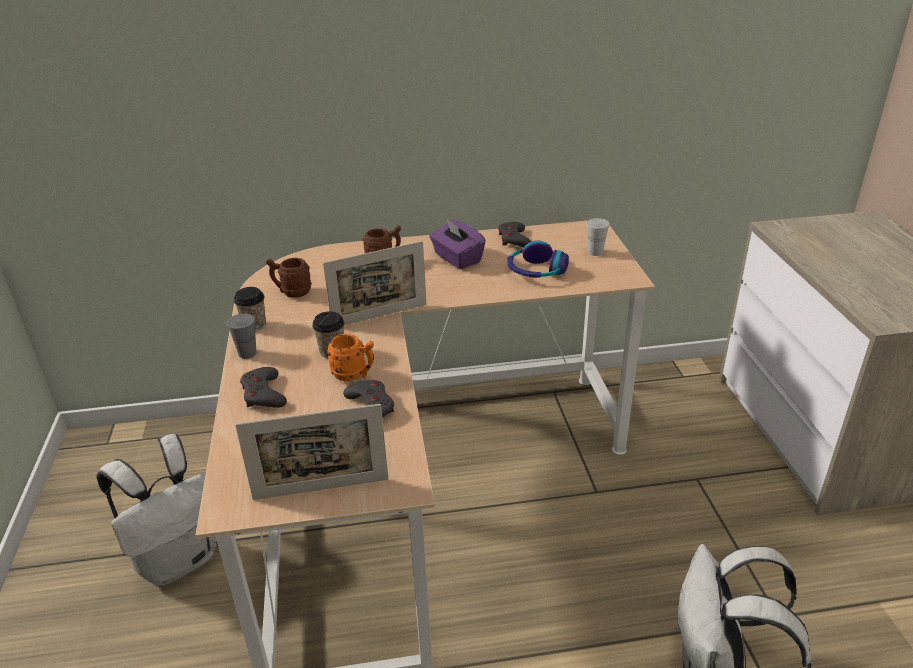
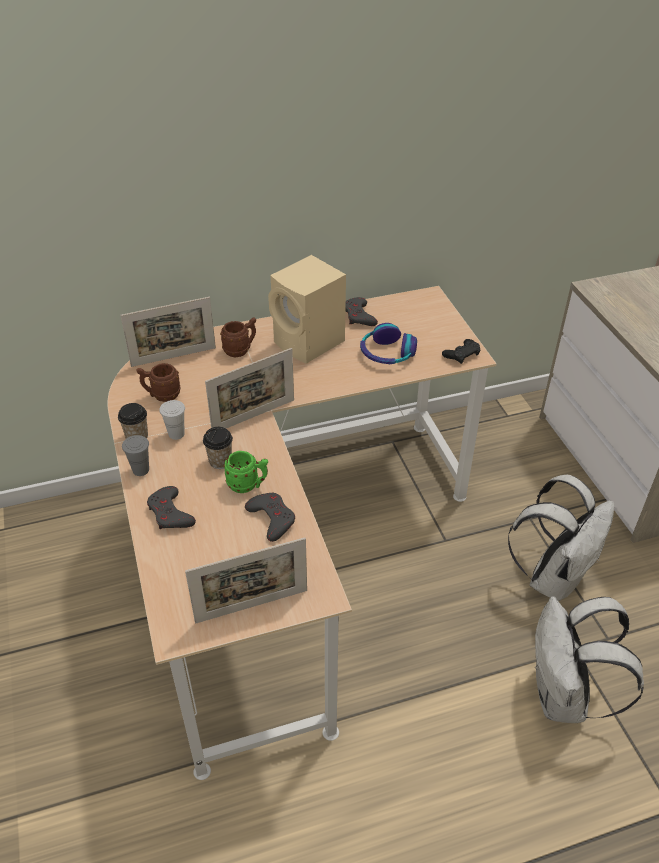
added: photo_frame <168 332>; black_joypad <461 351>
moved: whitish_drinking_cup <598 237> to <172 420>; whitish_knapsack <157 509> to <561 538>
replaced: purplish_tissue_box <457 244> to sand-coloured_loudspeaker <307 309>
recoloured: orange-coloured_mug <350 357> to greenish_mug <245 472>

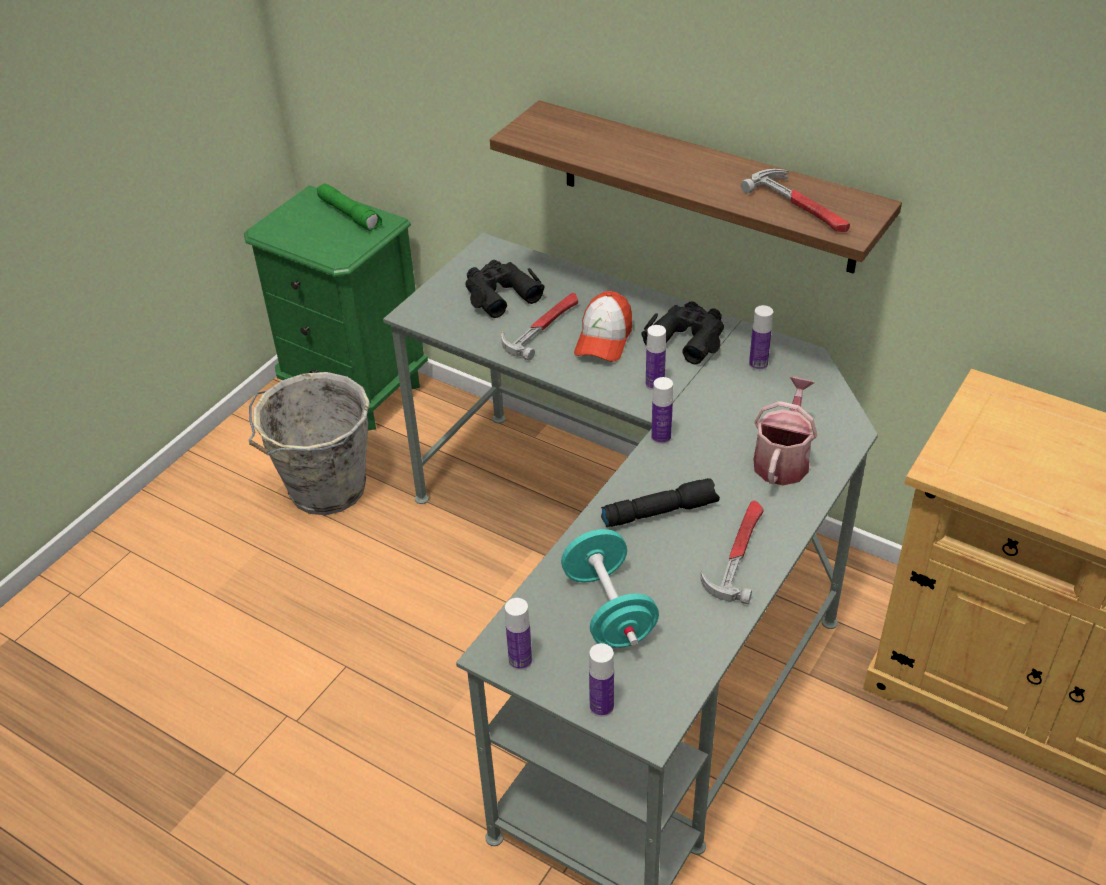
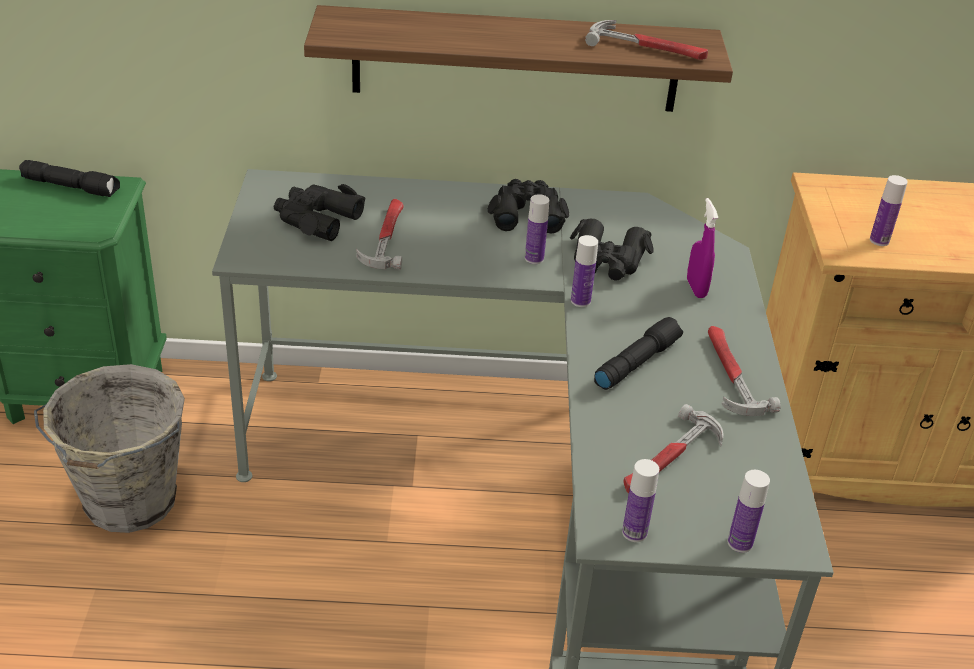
removed: baseball_cap <603 326>
added: black_pair_of_binoculars <612 250>
moved: beverage_bottle <761 338> to <888 210>
replaced: watering_can <785 431> to purplish_spray_bottle <702 248>; turquoise-coloured_dumbbell <610 588> to hammer <674 448>
recoloured: greenish_torch <349 207> to black_torch <69 178>

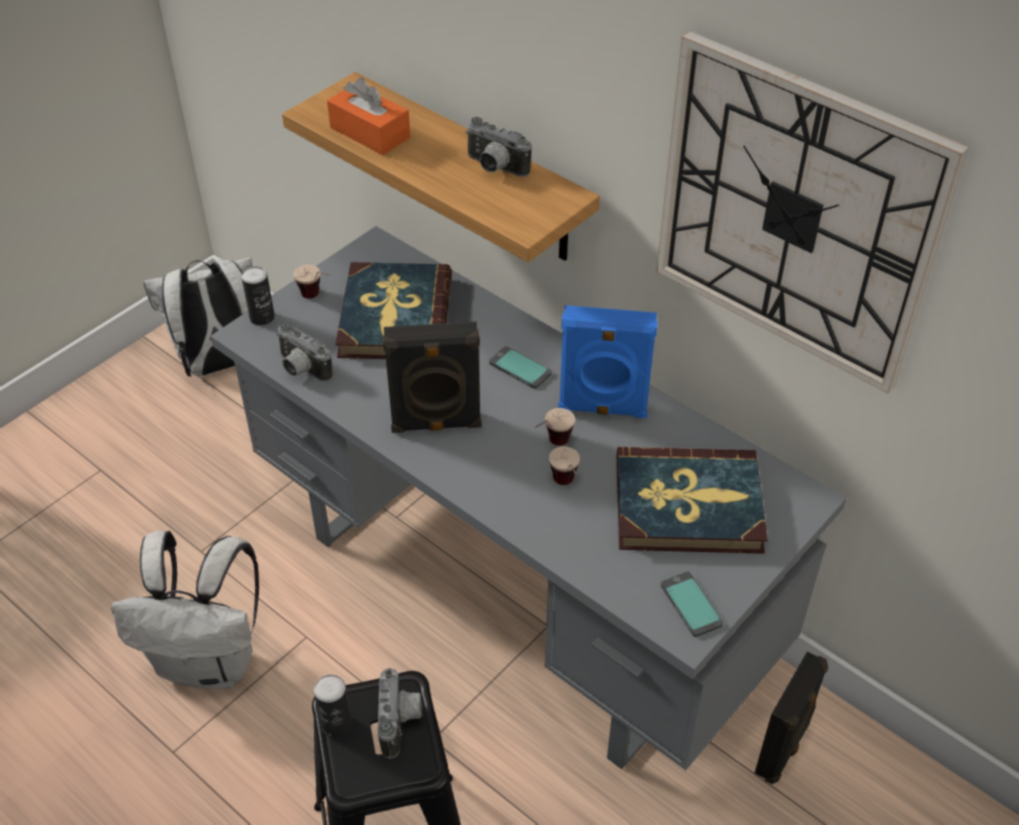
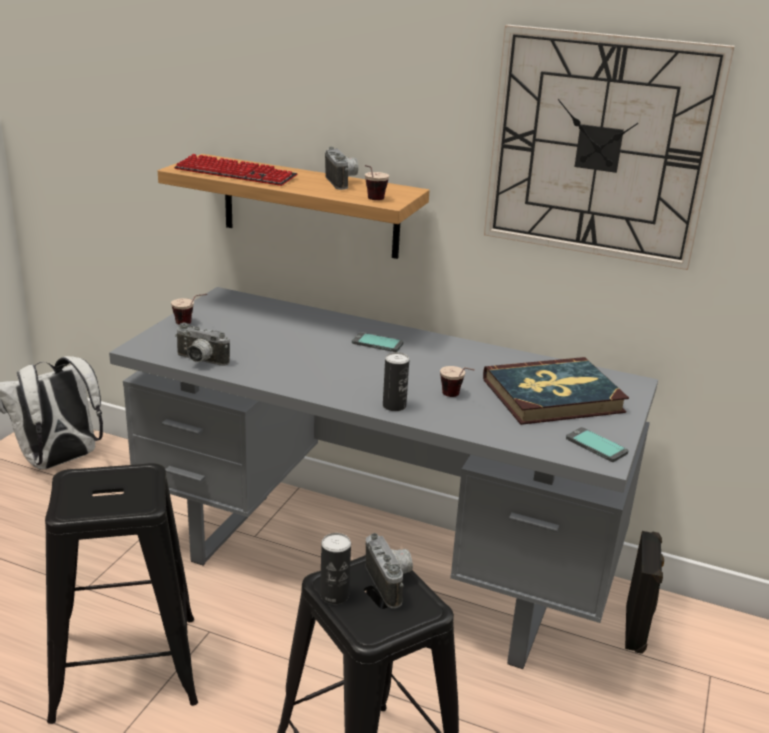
removed: bound_book <393 310>; blue-coloured_loudspeaker <608 361>; black_loudspeaker <432 377>
moved: metal_can <258 296> to <396 381>; drinking_cup <554 427> to <377 182>
replaced: orange-coloured_tissue_box <368 116> to PC_keyboard <236 170>; whitish_knapsack <185 610> to black_sitting_stool <121 593>
turned: still_camera <498 147> = <341 168> 120 degrees counterclockwise

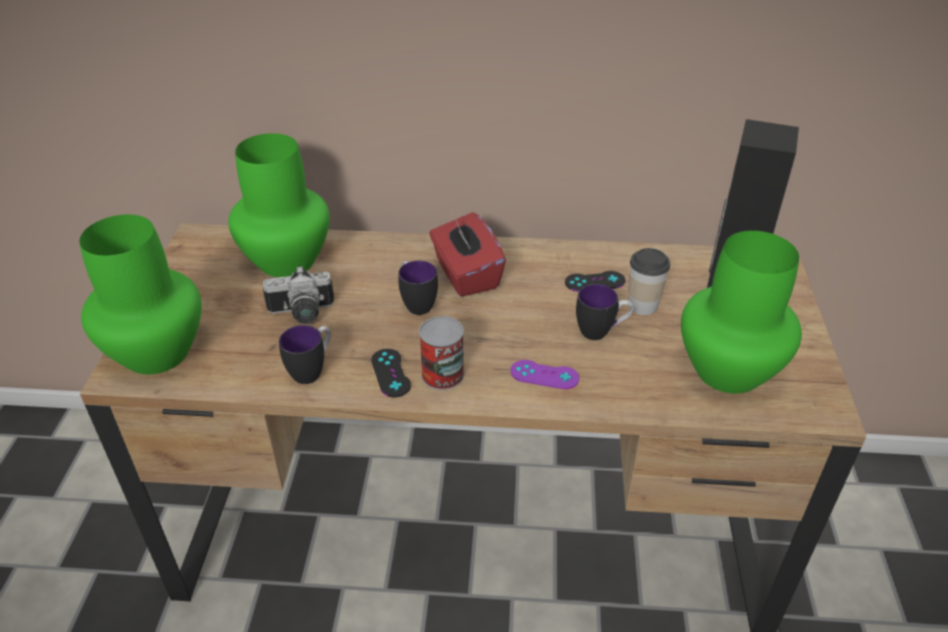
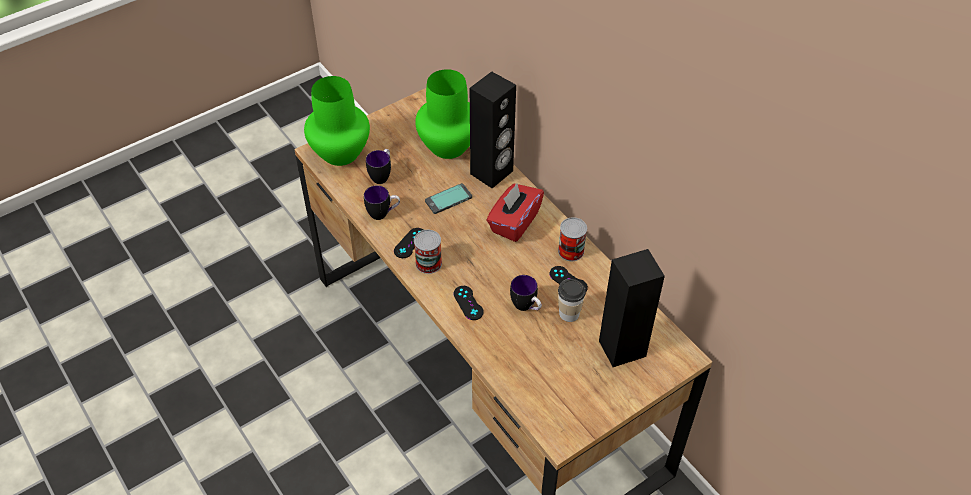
removed: greenish_vase <741 312>; still_camera <298 295>
added: black_loudspeaker <493 129>; phone <448 198>; metal_can <572 239>
moved: mug <418 288> to <378 166>
recoloured: purplish_joypad <545 374> to black_joypad <469 303>

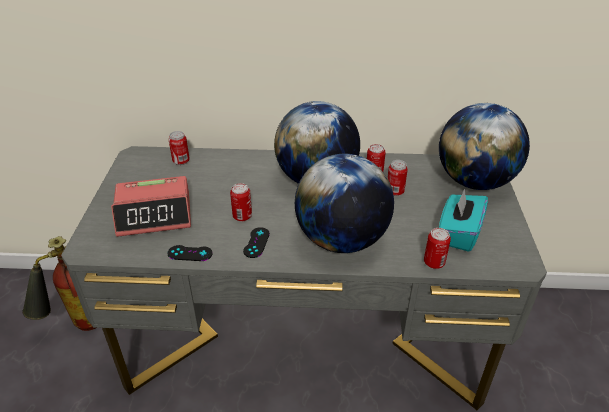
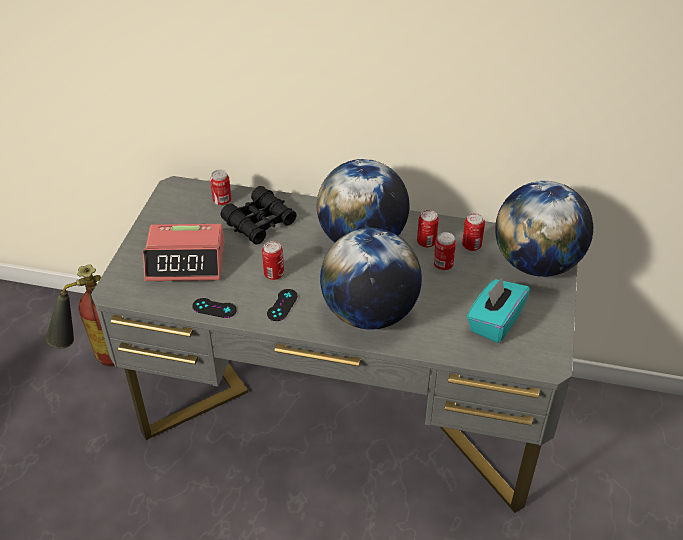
added: black_pair_of_binoculars <258 215>
moved: metal_can <437 248> to <473 232>

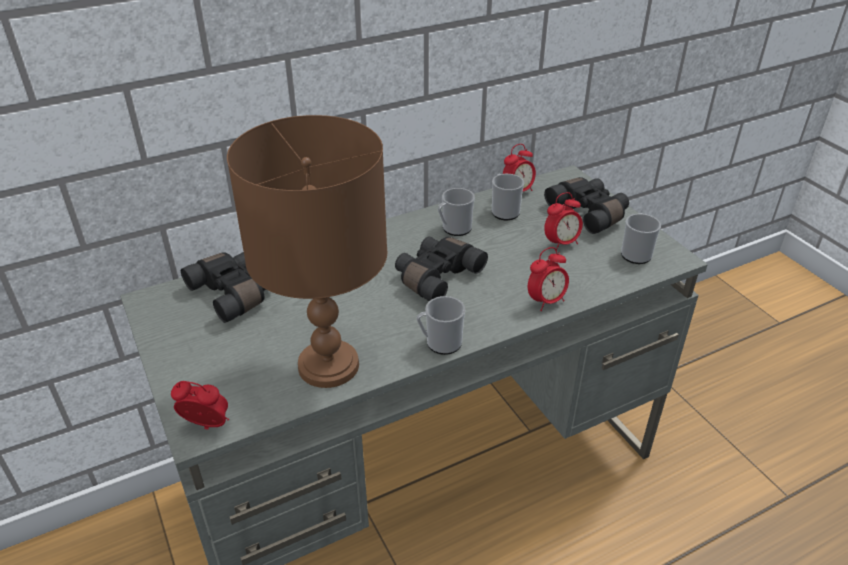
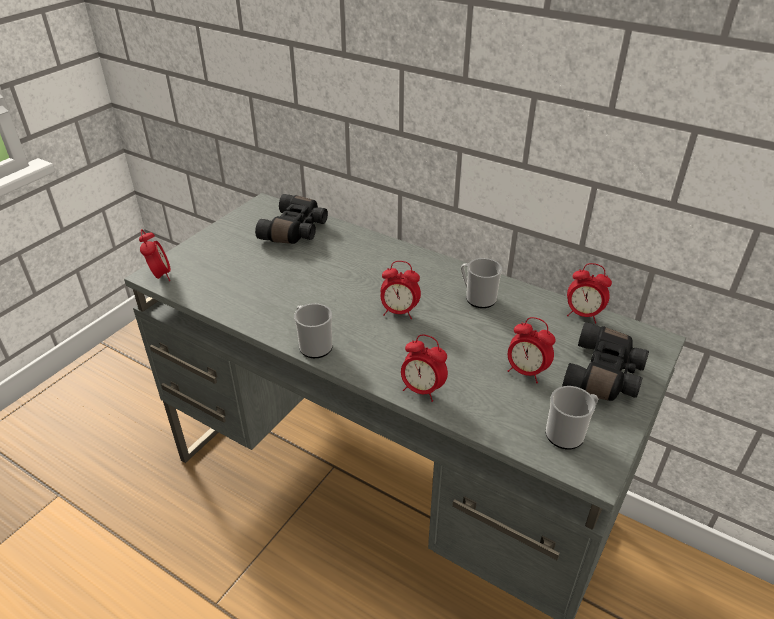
removed: brown-coloured_lamp_for_a_table <307 251>; mug <508 197>
replaced: black_pair_of_binoculars <441 269> to table_clock <401 290>

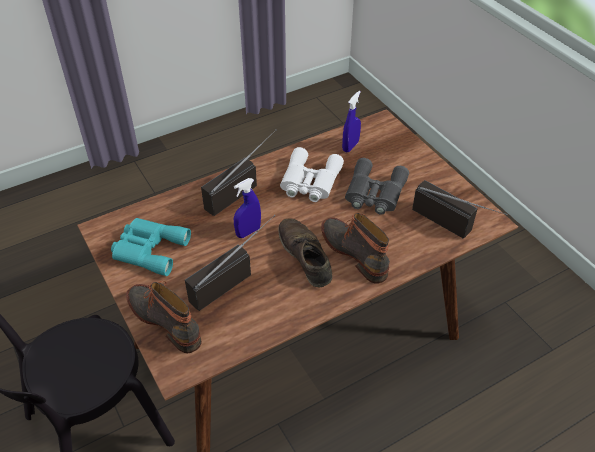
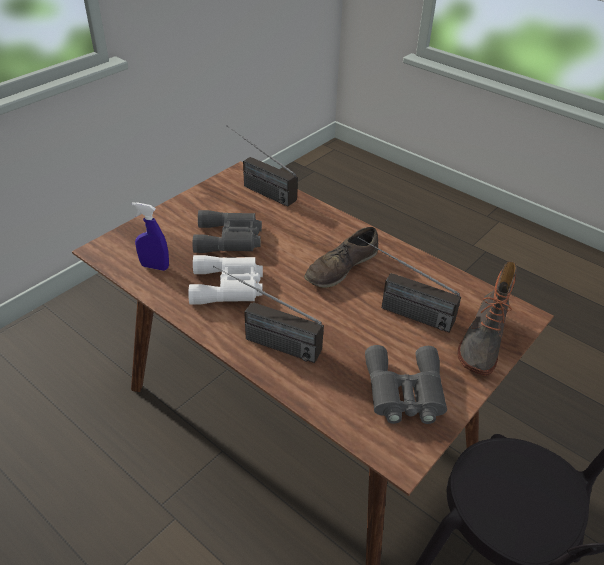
removed: blue-coloured_spray_bottle <247 208>; high-top_boot <355 248>
recoloured: turquoise-coloured_pair_of_binoculars <151 247> to gray_pair_of_binoculars <406 384>
turned: radio_receiver <460 209> = <262 166> 75 degrees counterclockwise

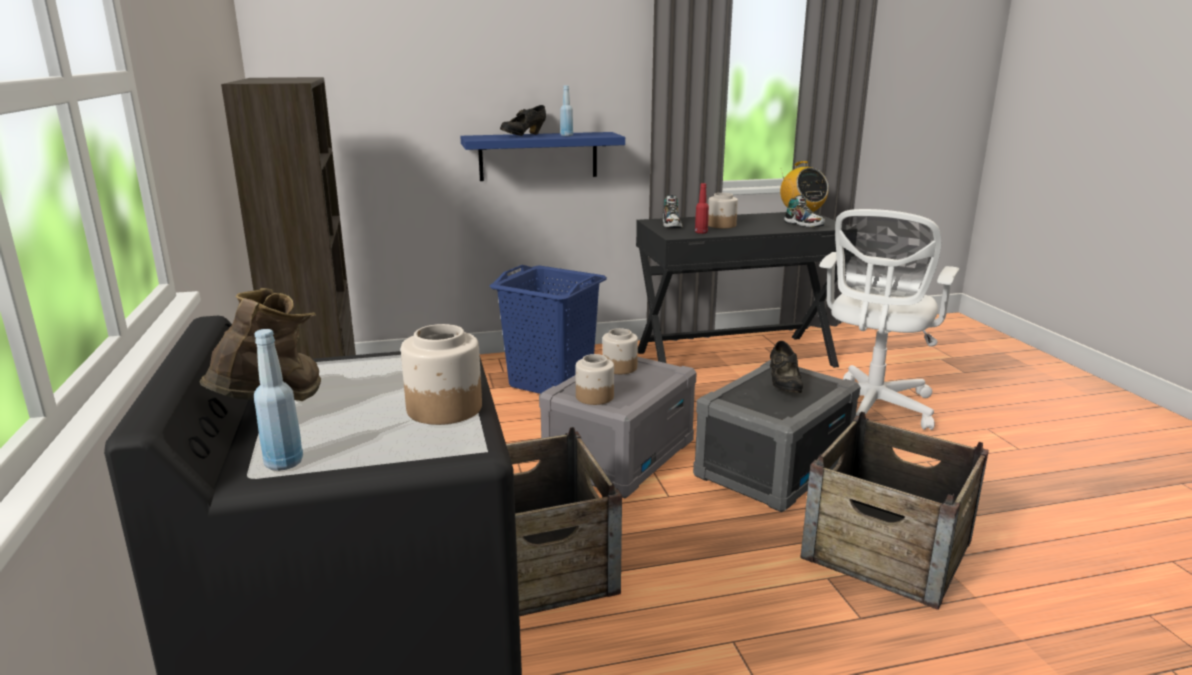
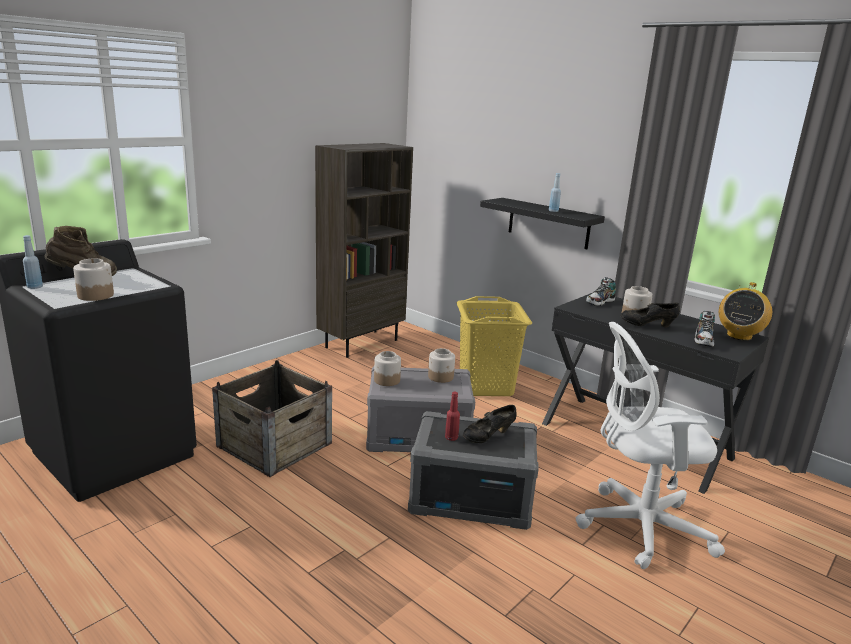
removed: crate <894 511>
moved: black_item_of_footwear <523 120> to <650 315>; red-coloured_beverage_bottle <702 208> to <452 416>
recoloured: blue-coloured_shelf <542 156> to black_shelf <542 223>; blue-coloured_hamper <548 329> to yellow-coloured_hamper <494 346>

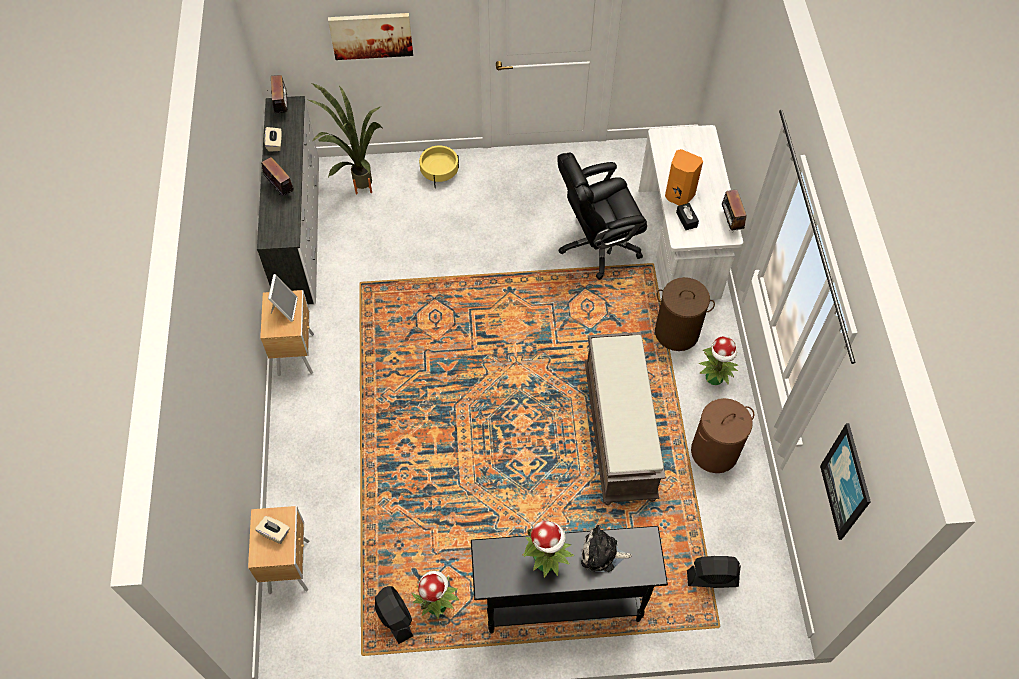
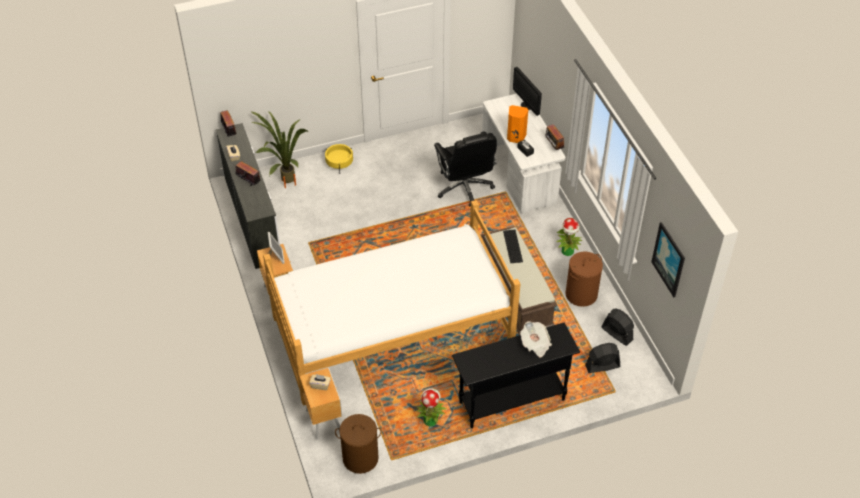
removed: wall_art <370 36>; plant_in_a_pot <548 549>
added: computer_screen <527 91>; sleeping_bed <391 303>; PC_keyboard <513 246>
moved: brown-coloured_hamper <685 314> to <358 444>; black_cooling_fan <394 615> to <618 327>
replaced: plush_toy <606 548> to printed_paper <536 339>
turned: black_computer_chair <602 216> = <465 169> 75 degrees counterclockwise

